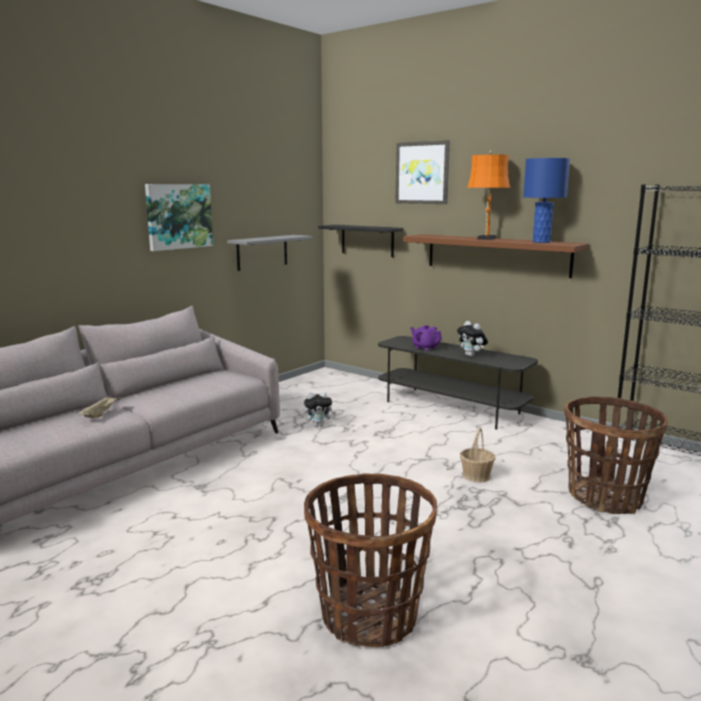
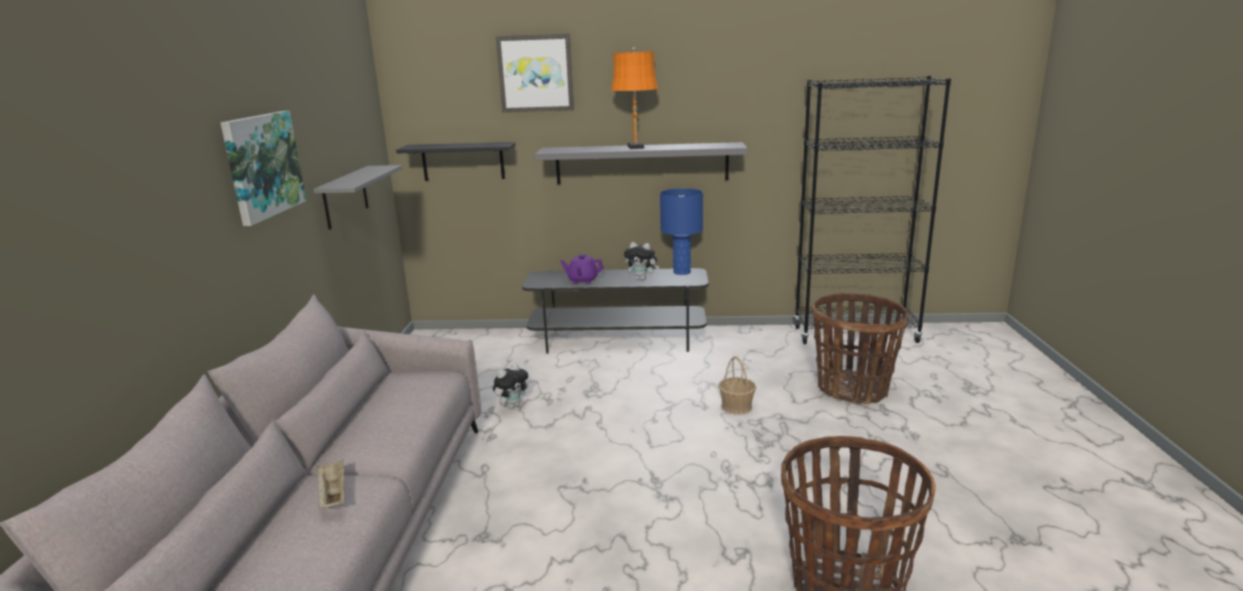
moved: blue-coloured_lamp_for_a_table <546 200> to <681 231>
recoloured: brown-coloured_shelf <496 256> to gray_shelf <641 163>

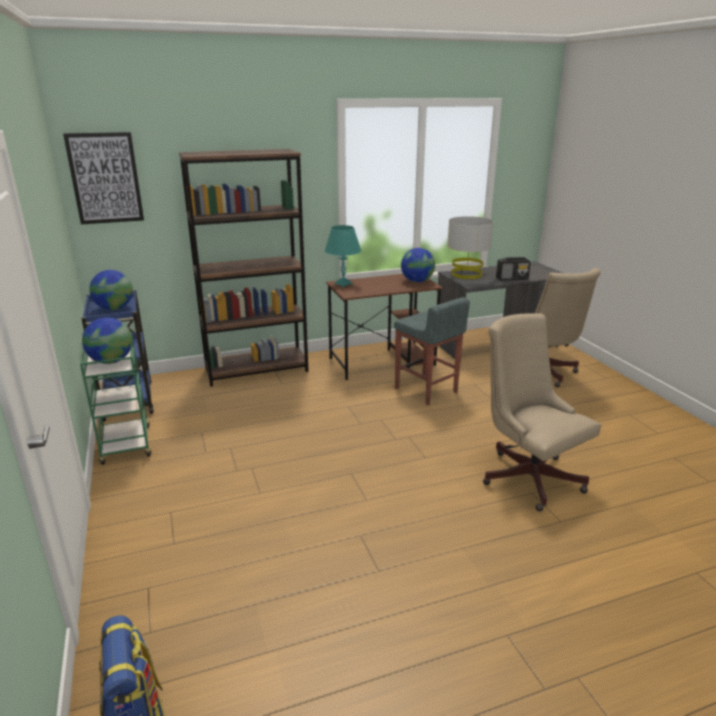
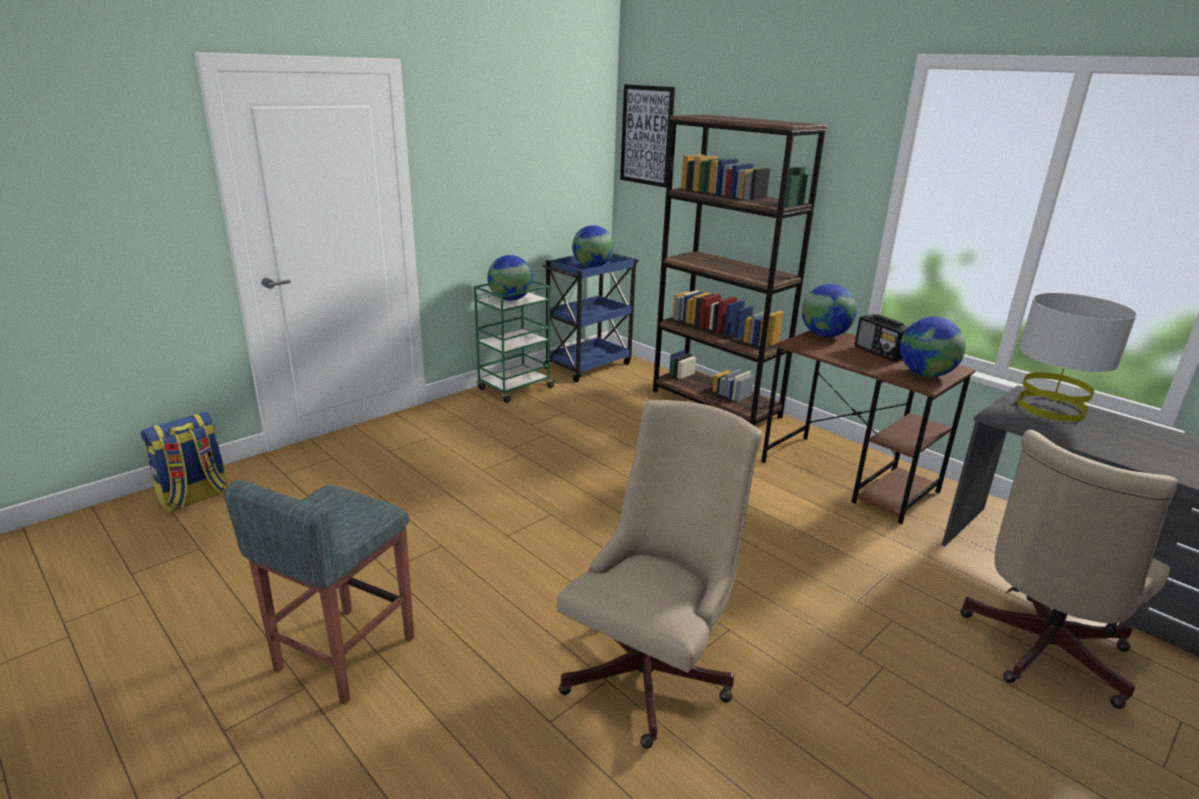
moved: radio_receiver <513 269> to <881 338>; gray_sitting_stool <432 351> to <319 592>
replaced: turquoise-coloured_lamp_for_a_table <343 256> to desk_globe <829 310>

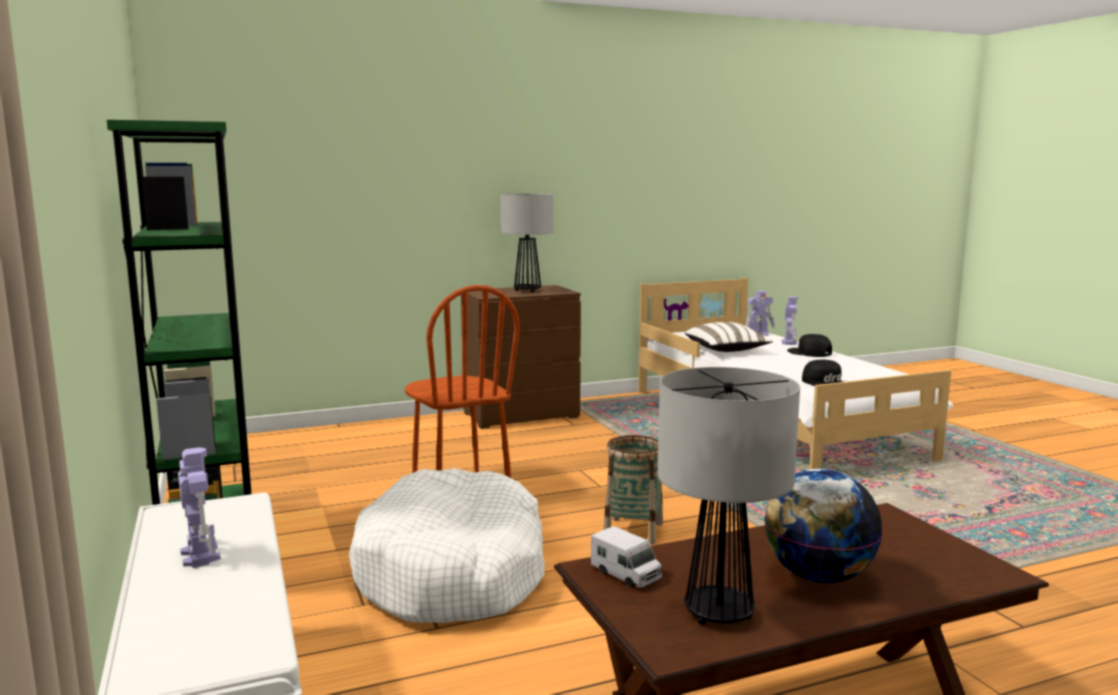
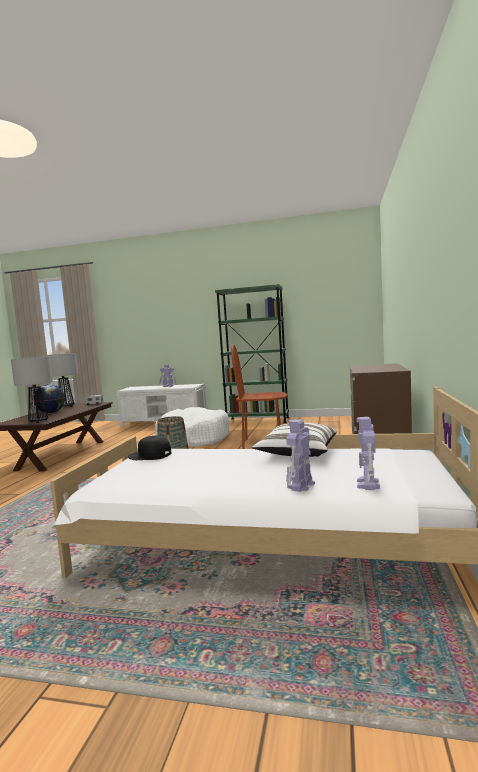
removed: black_baseball_cap <809 345>
moved: lamp_for_a_table <527 242> to <32 389>
turned: toy_robot <789 320> = <300 455> 75 degrees clockwise

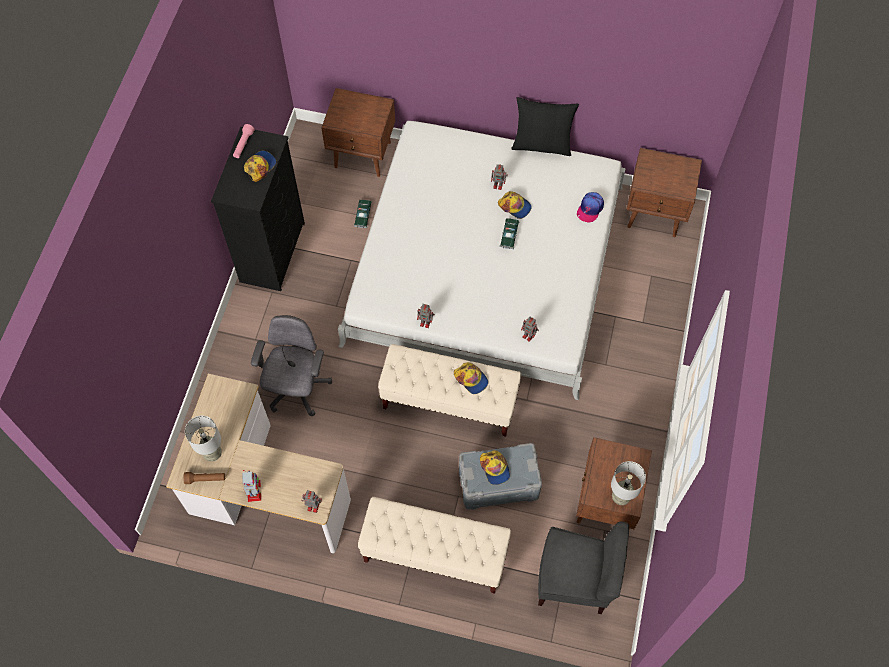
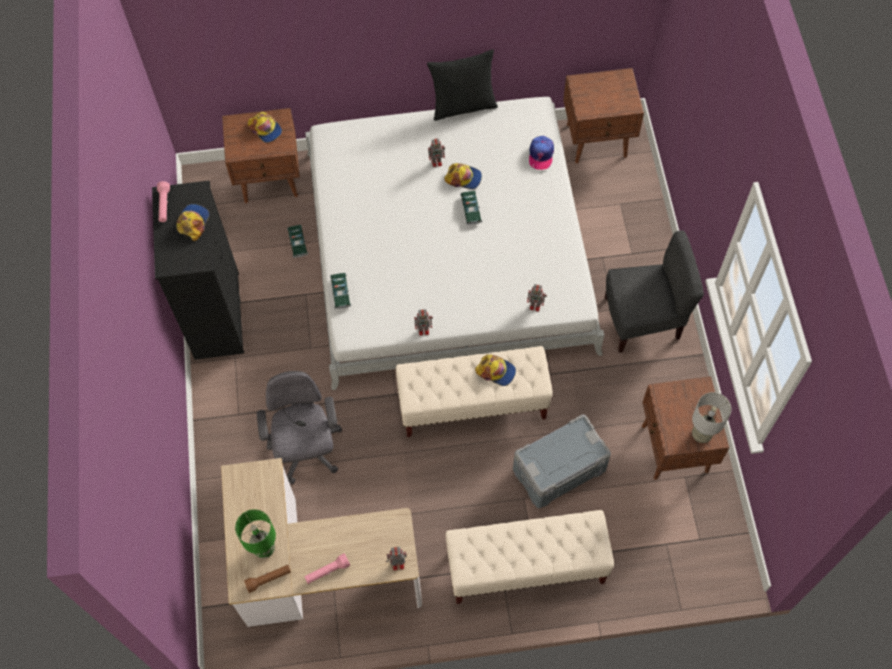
added: miniature_car <340 291>
moved: baseball_cap <495 467> to <265 127>; gray_chair <583 568> to <654 292>
replaced: toy_robot <251 486> to pinkish_torch <327 568>
recoloured: gray_lamp_for_a_table <203 438> to greenish_lamp_for_a_table <255 534>

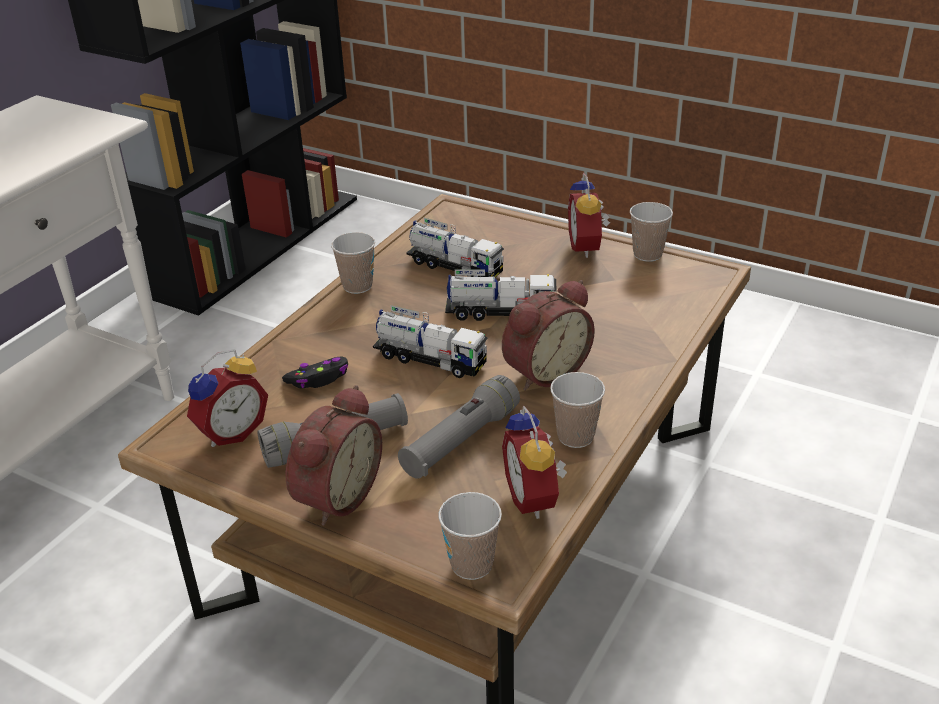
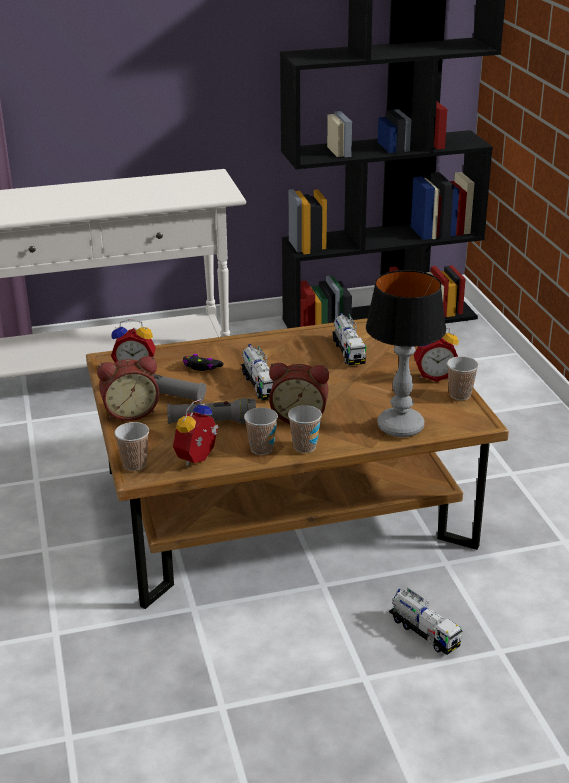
added: lamp_for_a_table <406 353>
moved: drinking_cup <353 263> to <305 429>; model_truck <500 295> to <426 621>
turned: table_clock <589 215> = <436 354> 135 degrees counterclockwise

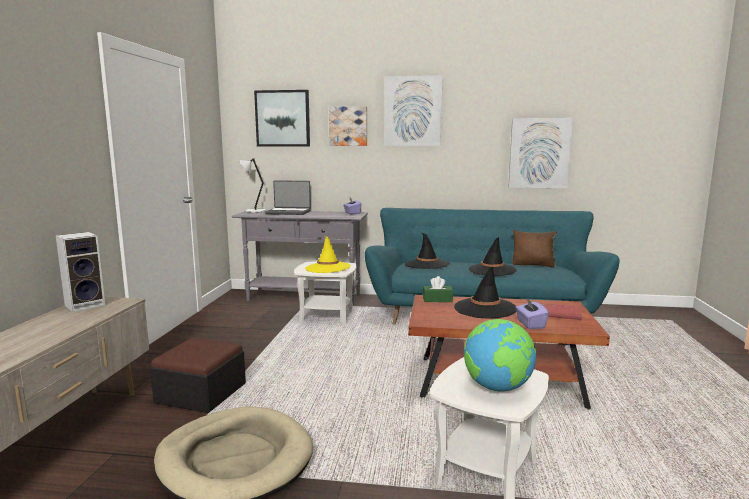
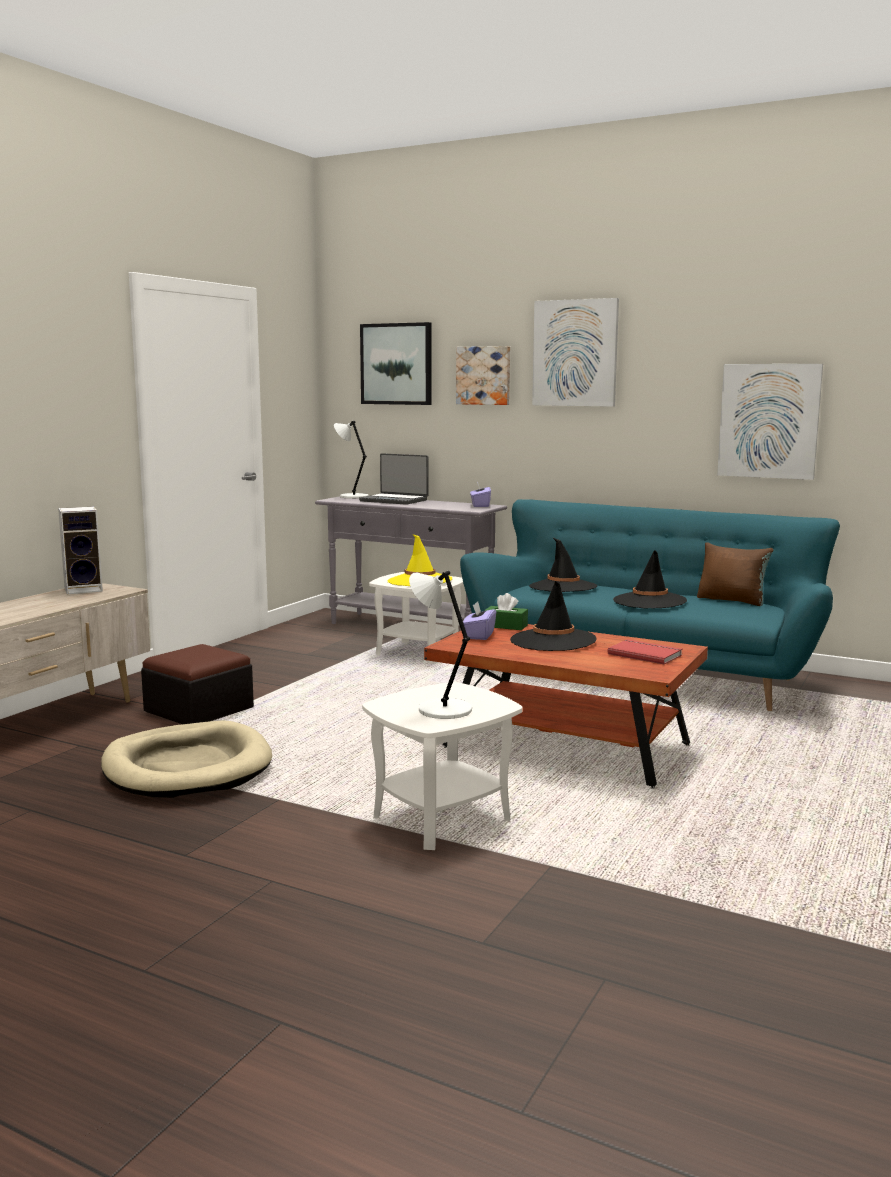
moved: purplish_tissue_box <532 313> to <479 621>
replaced: desk_globe <500 355> to whitish_lamp_for_a_table <440 645>

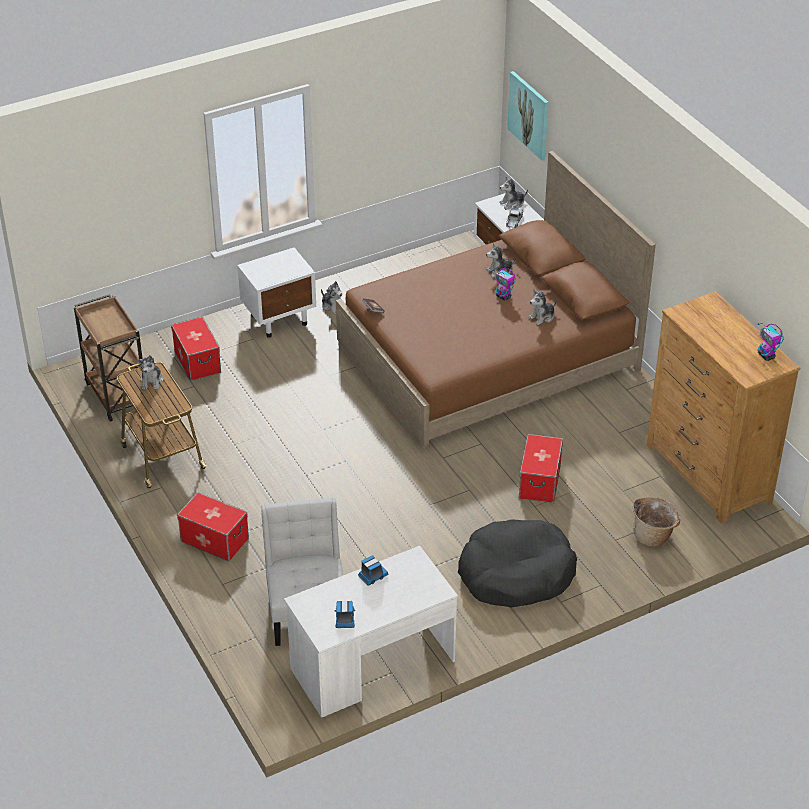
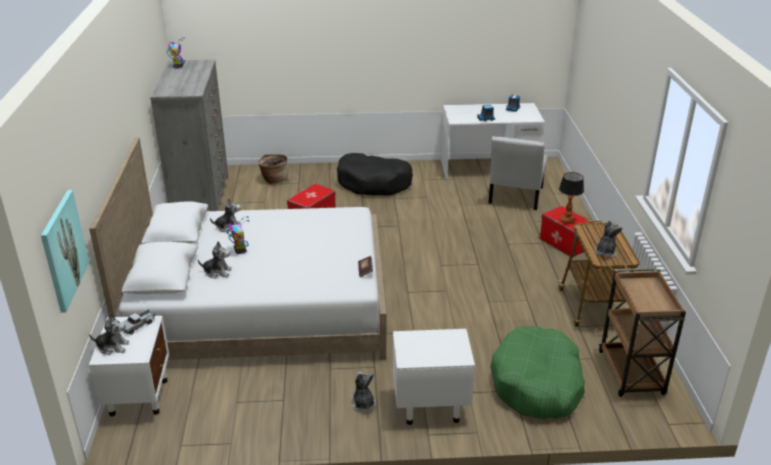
added: lamp_for_a_table <571 198>
replaced: storage_bin <196 349> to greenish_pet_bed <537 372>
recoloured: brown-coloured_sleeping_bed <496 300> to whitish_sleeping_bed <237 248>; brown-coloured_chest_of_drawers <723 407> to gray_chest_of_drawers <189 135>

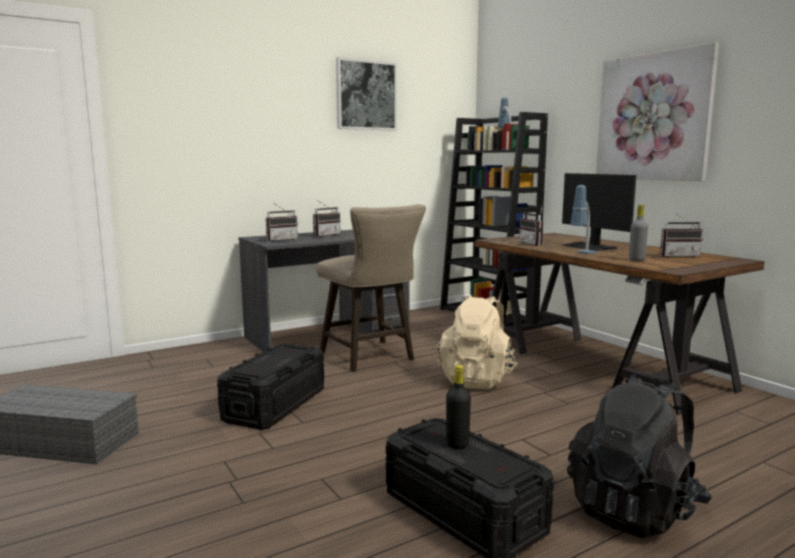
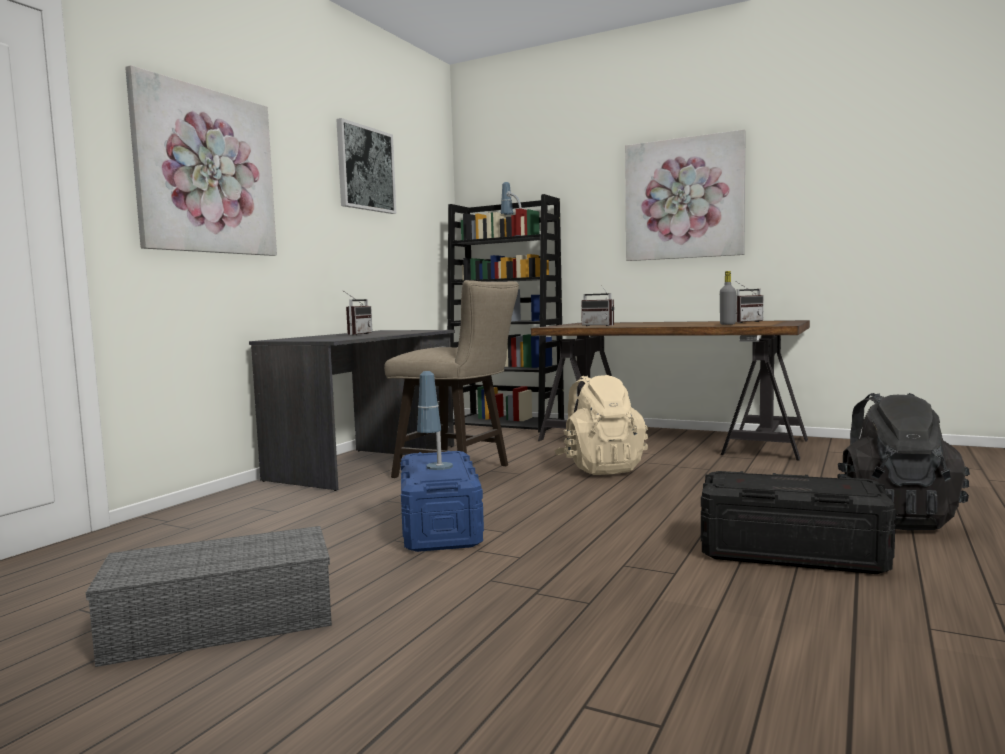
removed: computer_screen <599 212>; radio_receiver <282 223>; black_beverage_bottle <458 407>
added: wall_art <201 160>
moved: lamp_for_a_table <583 219> to <435 420>
recoloured: black_storage_bin <270 386> to blue-coloured_storage_bin <442 501>

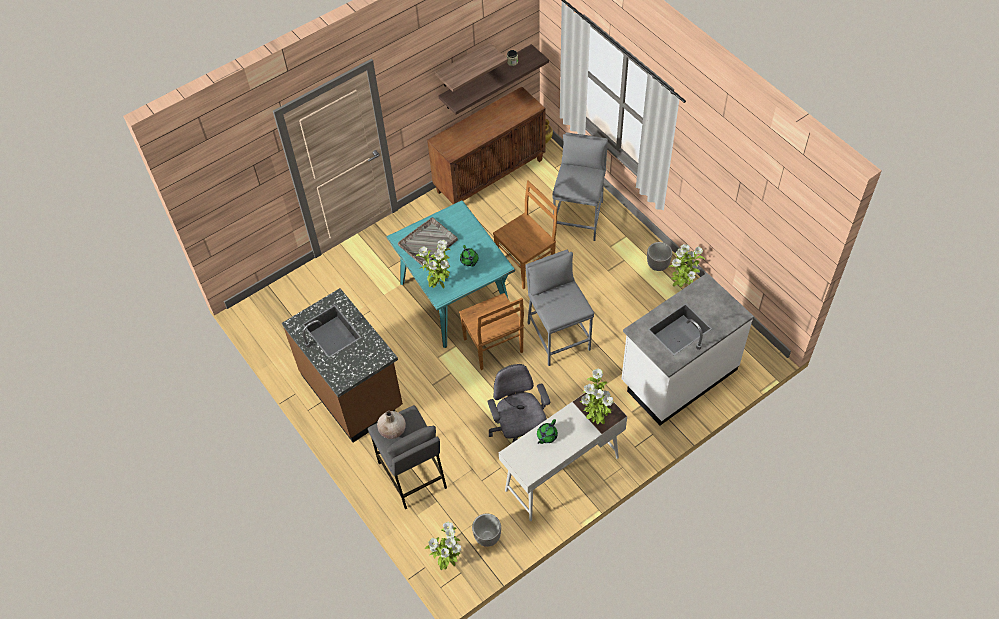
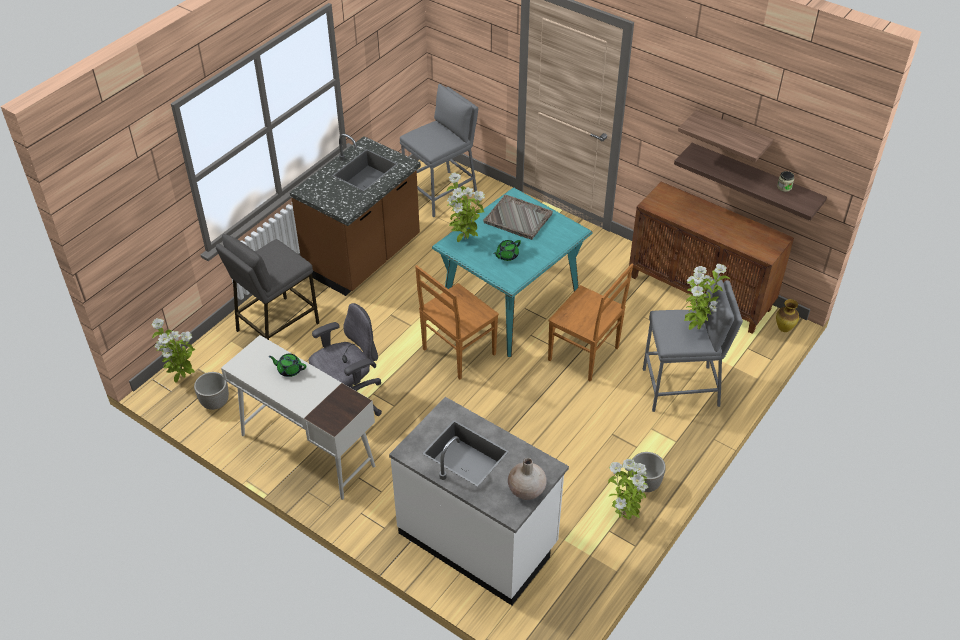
moved: gray_sitting_stool <559 308> to <439 150>; plant_in_a_pot <597 396> to <707 297>; sand-coloured_vase <391 425> to <527 479>

